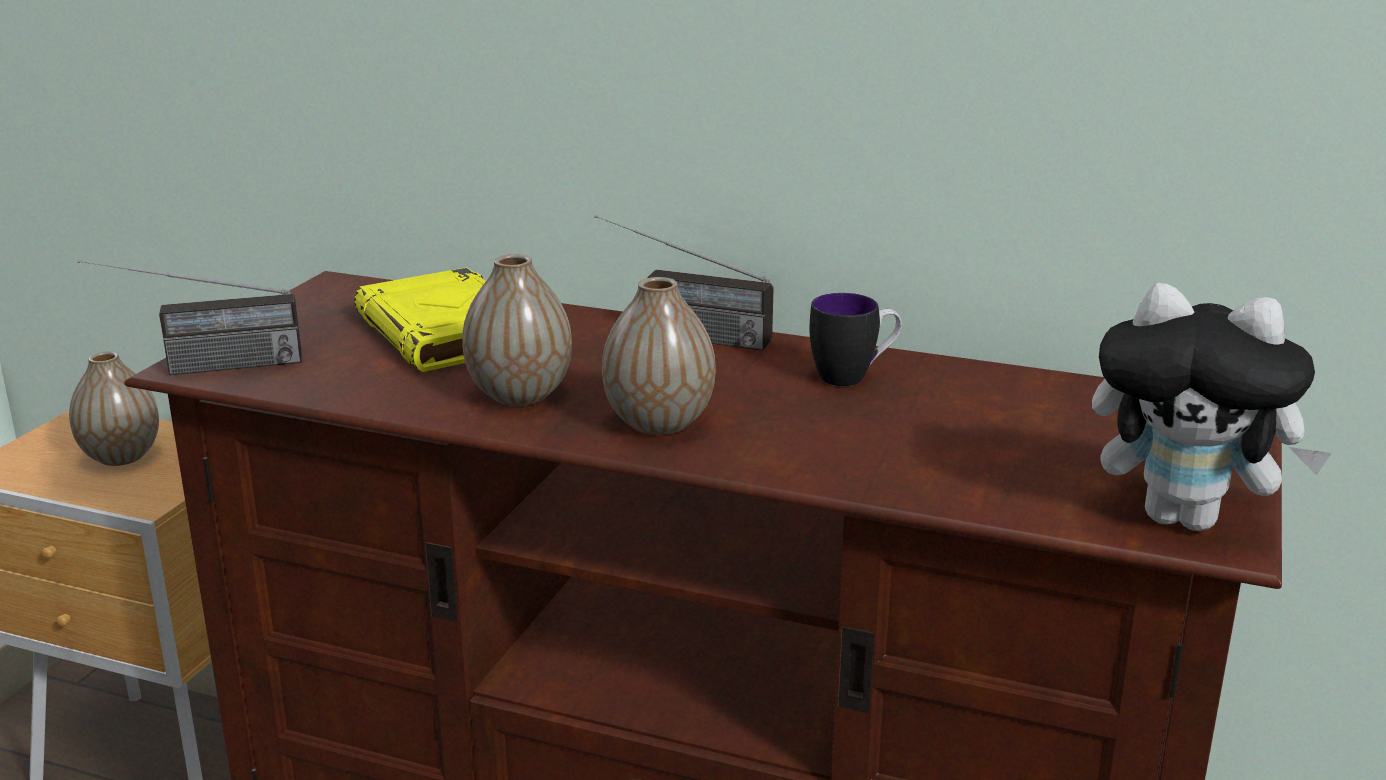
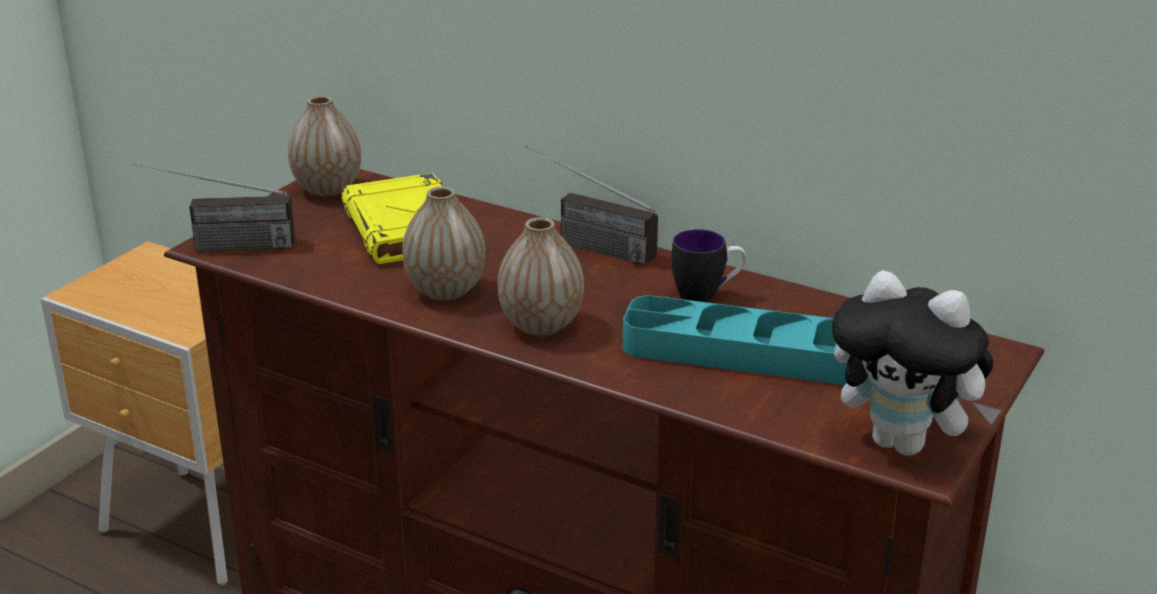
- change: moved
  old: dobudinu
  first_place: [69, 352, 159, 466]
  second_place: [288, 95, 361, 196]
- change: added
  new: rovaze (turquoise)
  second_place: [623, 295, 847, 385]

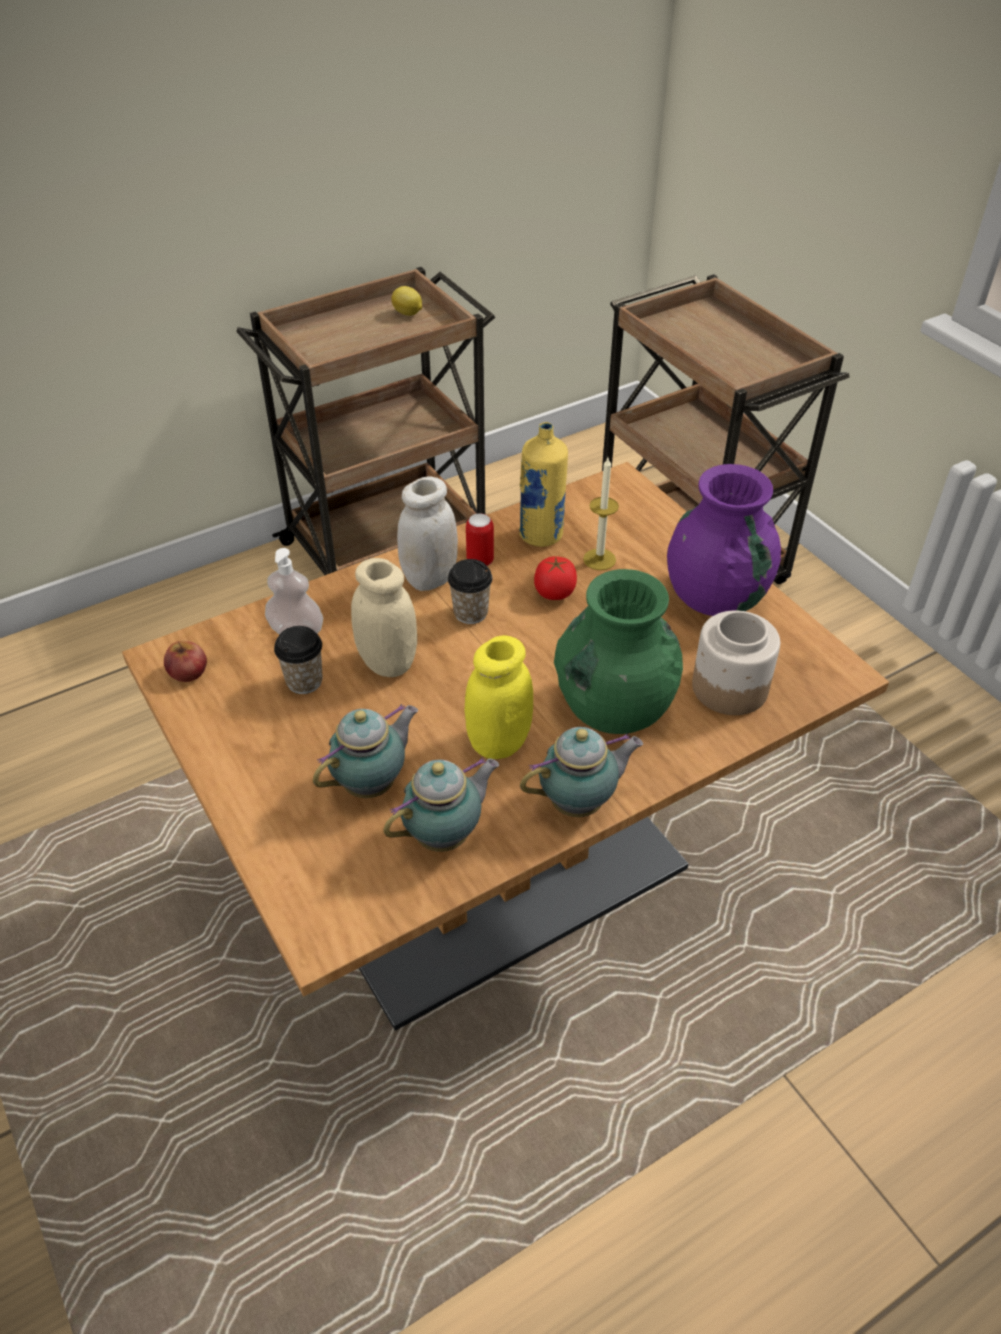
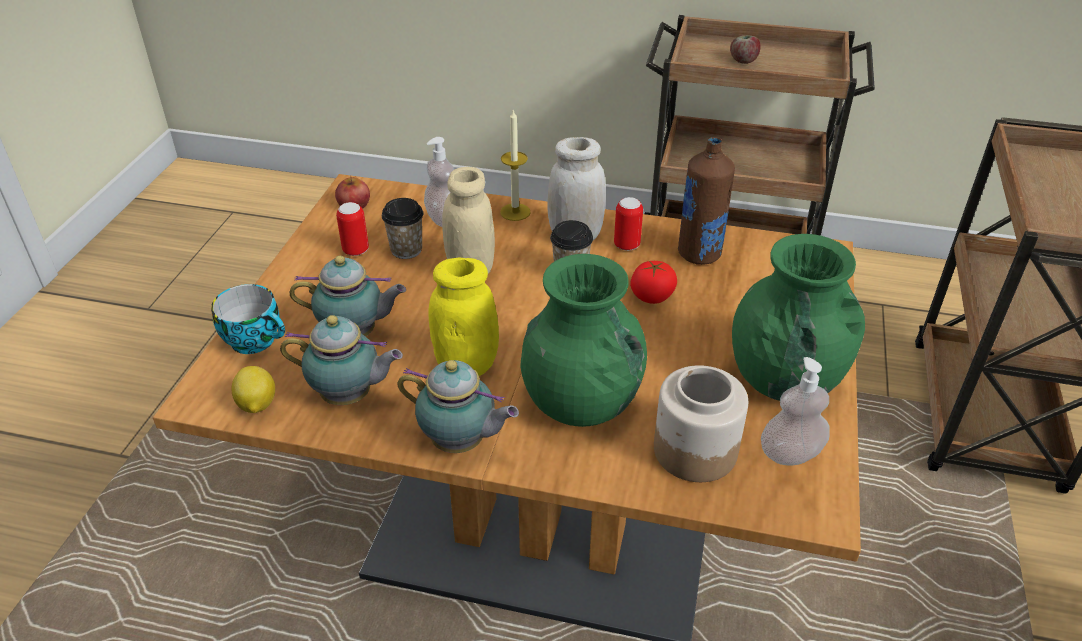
- change: added
  new: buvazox
  second_place: [211, 284, 285, 354]
- change: moved
  old: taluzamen
  first_place: [391, 286, 422, 316]
  second_place: [232, 366, 275, 413]
- change: added
  new: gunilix
  second_place: [336, 202, 369, 256]
- change: moved
  old: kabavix
  first_place: [583, 458, 619, 570]
  second_place: [500, 110, 531, 221]
- change: recoloured
  old: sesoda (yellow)
  new: sesoda (brown)
  first_place: [519, 422, 568, 547]
  second_place: [678, 137, 735, 265]
- change: added
  new: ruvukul
  second_place: [730, 35, 761, 64]
- change: recoloured
  old: dobudinu (purple)
  new: dobudinu (green)
  first_place: [667, 464, 781, 616]
  second_place: [732, 234, 865, 401]
- change: added
  new: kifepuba
  second_place: [761, 357, 830, 465]

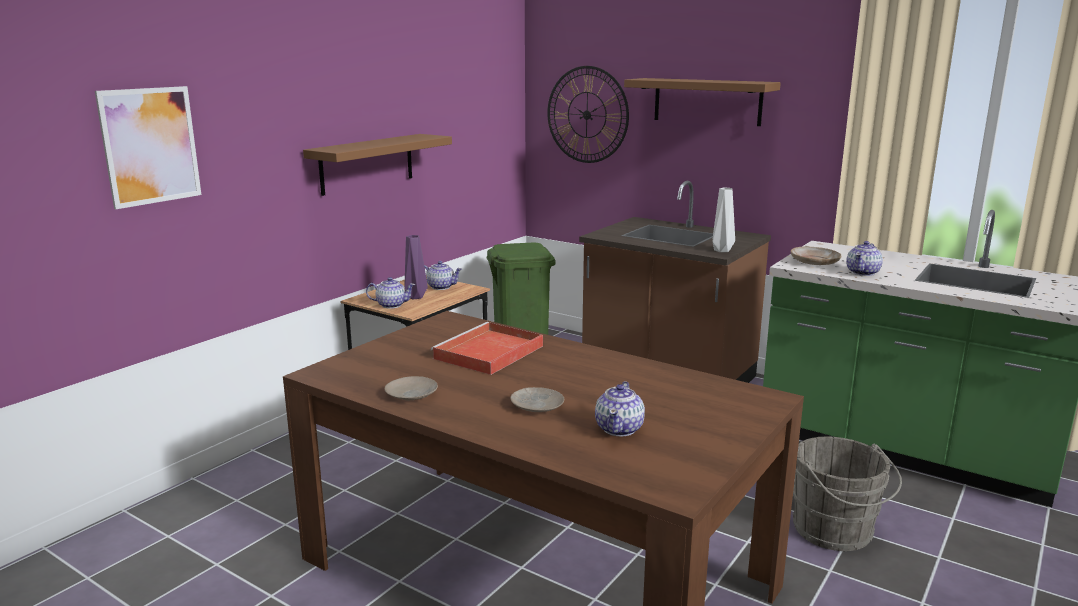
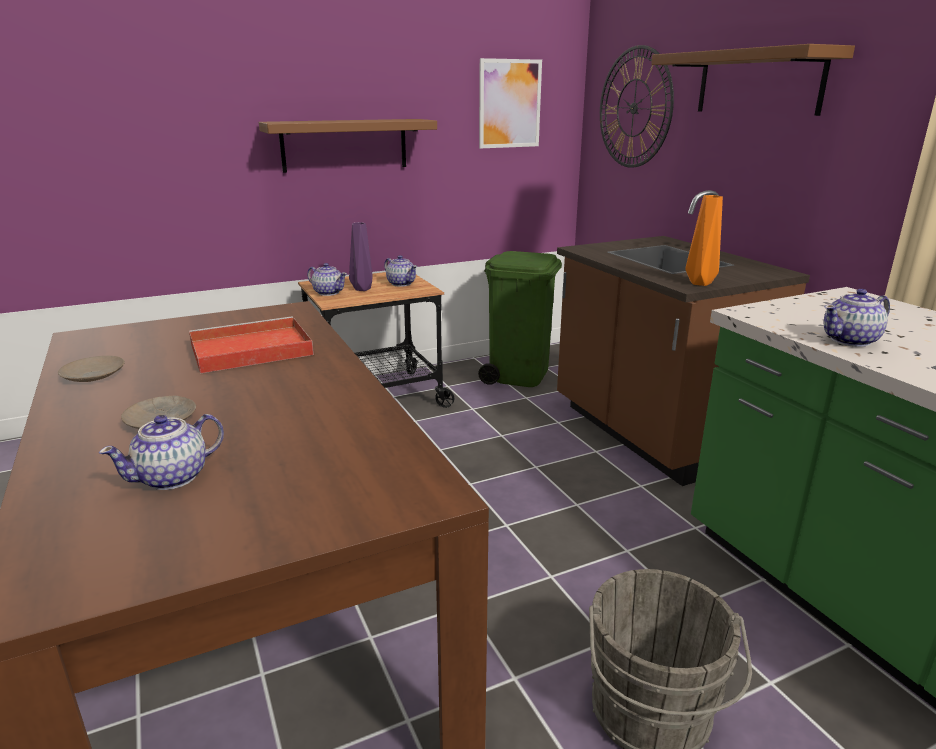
- change: moved
  old: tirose
  first_place: [95, 86, 201, 209]
  second_place: [479, 58, 542, 148]
- change: recoloured
  old: dobudinu (grey)
  new: dobudinu (orange)
  first_place: [713, 187, 735, 252]
  second_place: [685, 195, 723, 286]
- change: removed
  old: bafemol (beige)
  first_place: [791, 247, 841, 265]

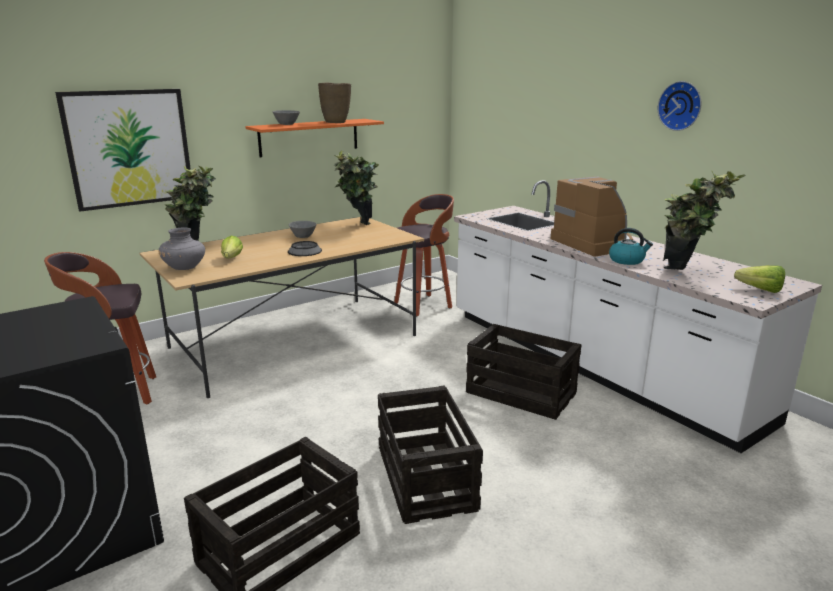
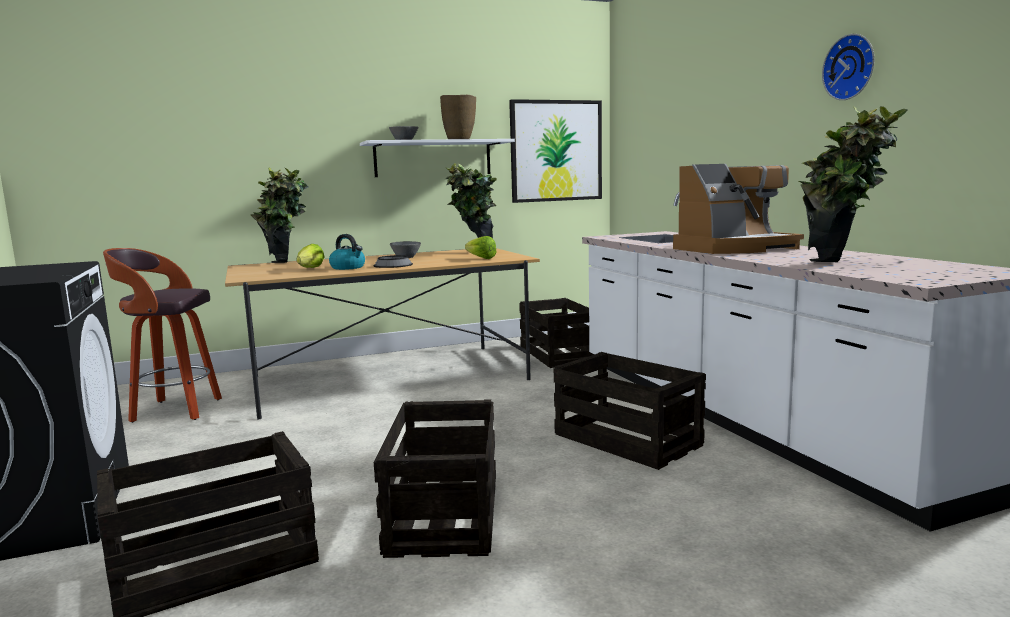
- change: moved
  old: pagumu
  first_place: [609, 228, 653, 265]
  second_place: [329, 234, 365, 270]
- change: recoloured
  old: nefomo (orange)
  new: nefomo (white)
  first_place: [245, 119, 384, 157]
  second_place: [360, 139, 515, 177]
- change: moved
  old: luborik
  first_place: [734, 265, 785, 293]
  second_place: [465, 236, 497, 259]
- change: moved
  old: tirose
  first_place: [55, 89, 191, 212]
  second_place: [509, 99, 602, 203]
- change: replaced
  old: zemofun
  new: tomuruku
  first_place: [394, 194, 454, 317]
  second_place: [519, 298, 594, 368]
- change: turned
  old: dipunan
  first_place: [551, 176, 633, 257]
  second_place: [673, 164, 804, 254]
  degrees: 75
- change: removed
  old: dobudinu (grey)
  first_place: [158, 228, 205, 270]

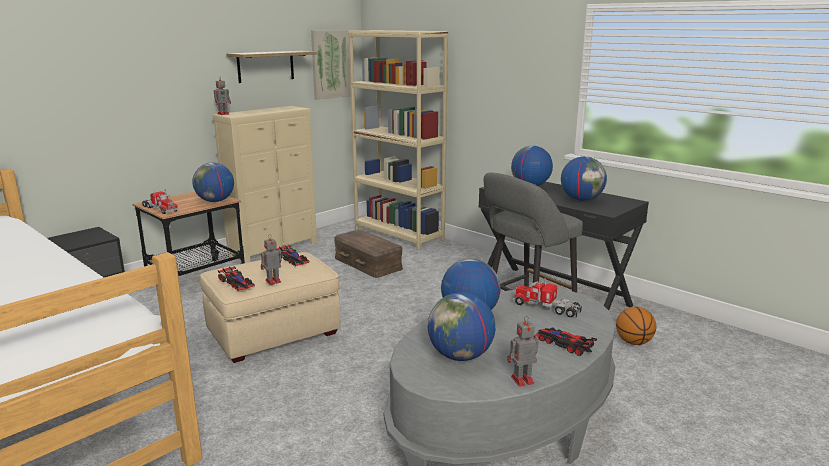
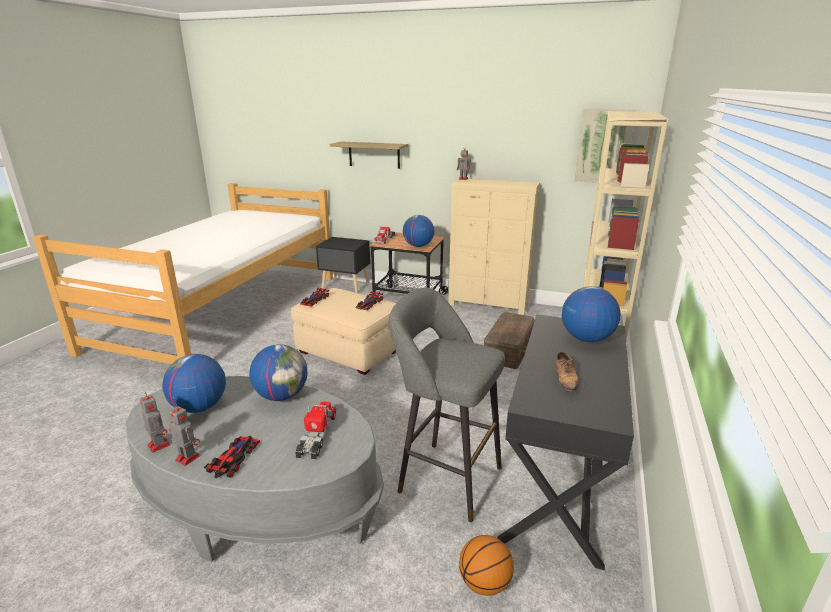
- change: moved
  old: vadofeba
  first_place: [261, 234, 282, 285]
  second_place: [168, 404, 200, 466]
- change: moved
  old: nefomo
  first_place: [226, 51, 317, 83]
  second_place: [330, 141, 408, 169]
- change: replaced
  old: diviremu
  new: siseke
  first_place: [561, 156, 607, 201]
  second_place: [555, 352, 578, 392]

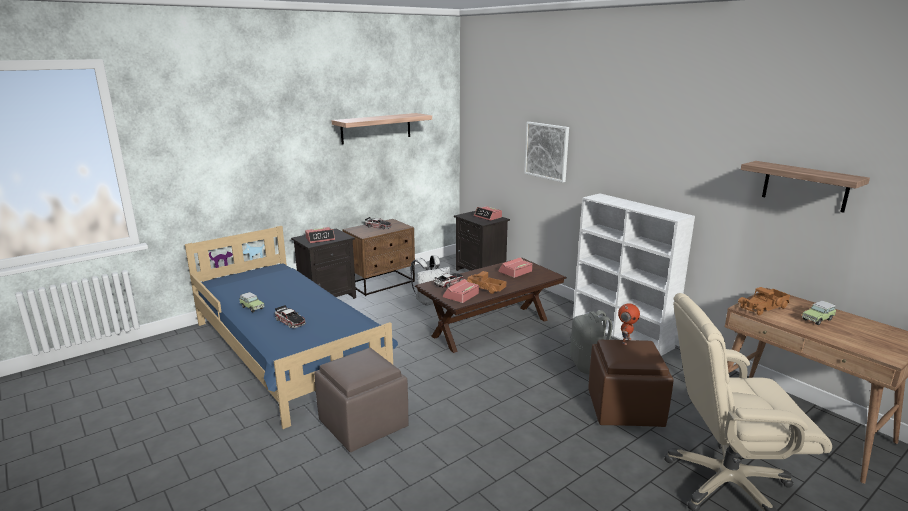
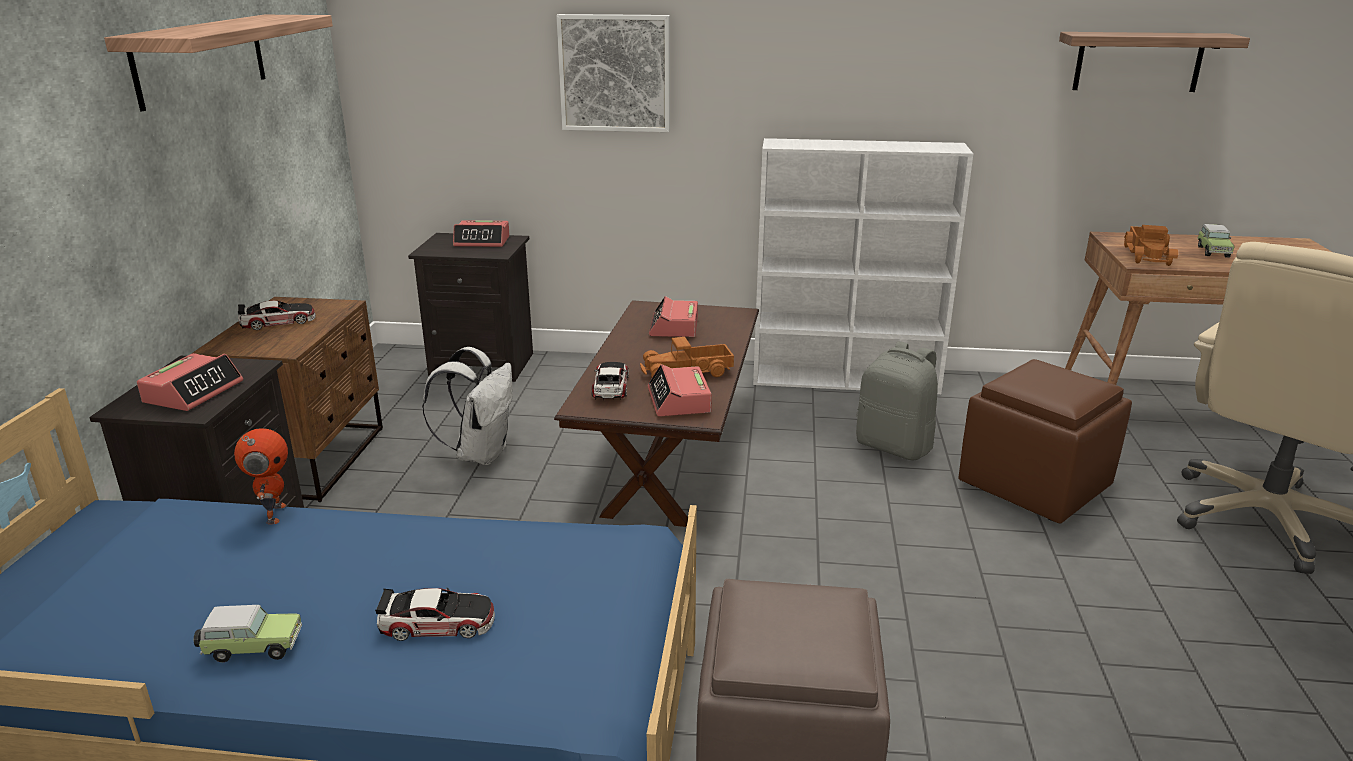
- change: moved
  old: vadofeba
  first_place: [618, 303, 640, 345]
  second_place: [234, 428, 288, 525]

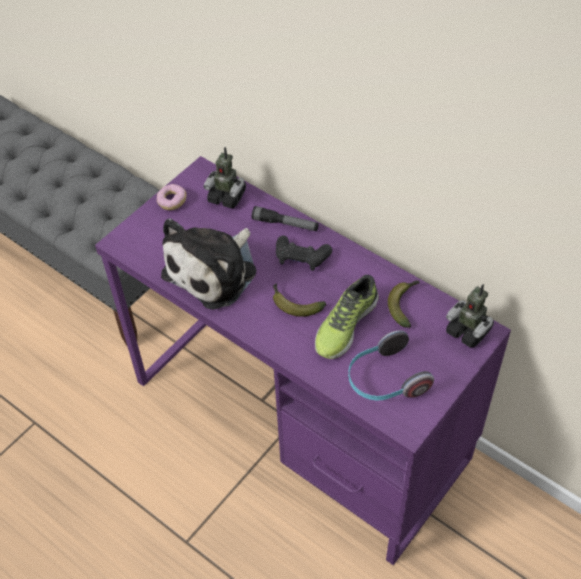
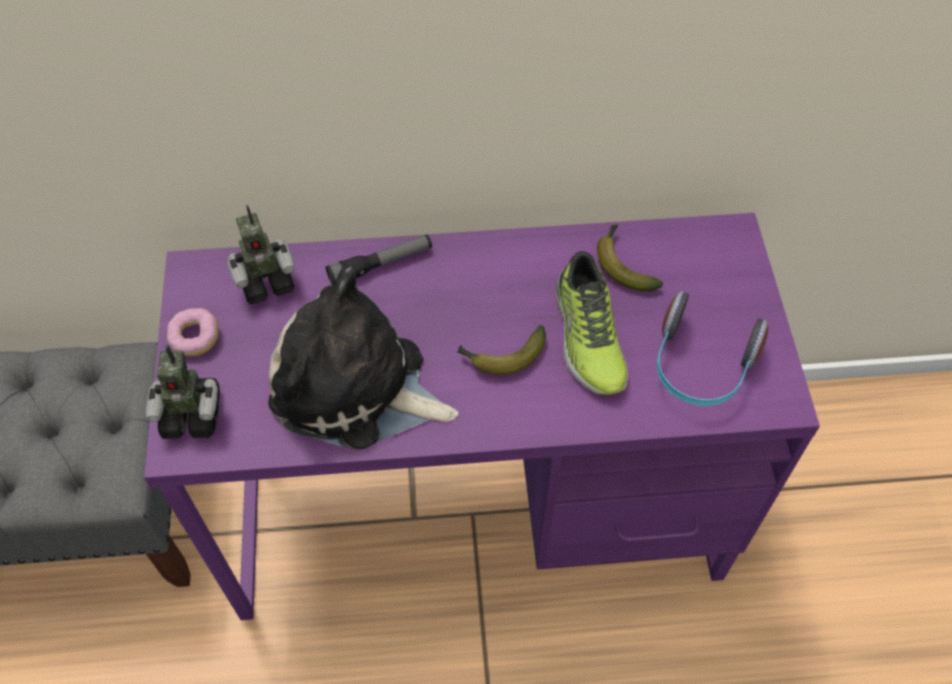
- change: moved
  old: vadofeba
  first_place: [446, 284, 494, 348]
  second_place: [146, 345, 220, 439]
- change: turned
  old: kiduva
  first_place: [161, 218, 256, 310]
  second_place: [268, 266, 458, 450]
  degrees: 120
- change: removed
  old: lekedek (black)
  first_place: [276, 235, 332, 271]

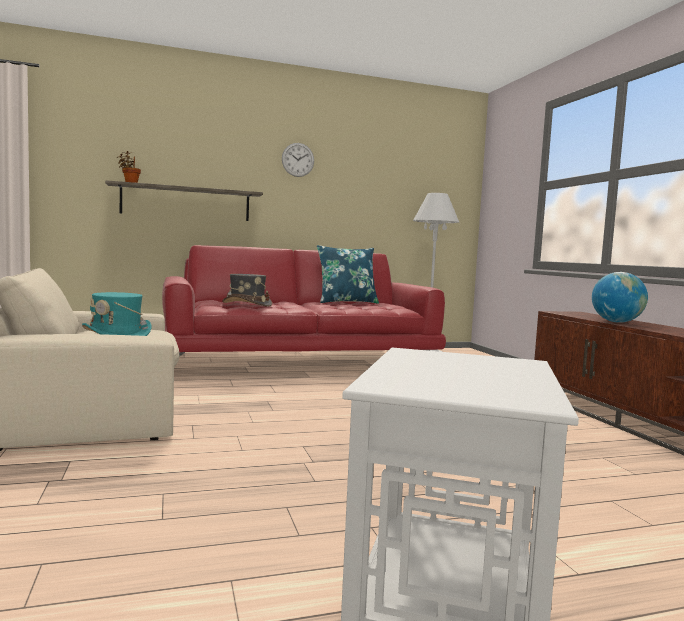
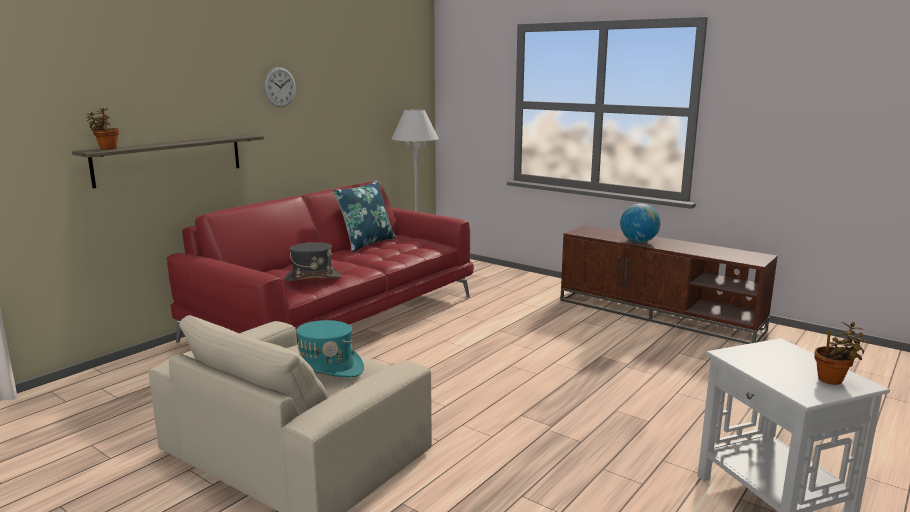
- change: added
  new: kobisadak
  second_place: [814, 322, 870, 385]

